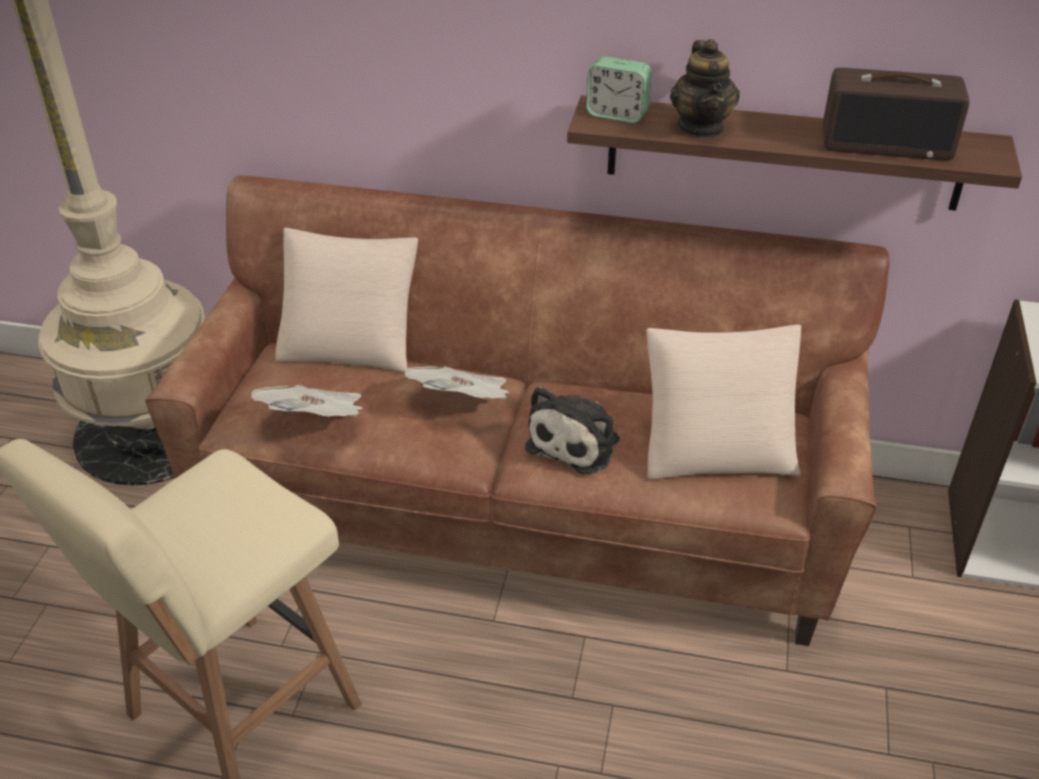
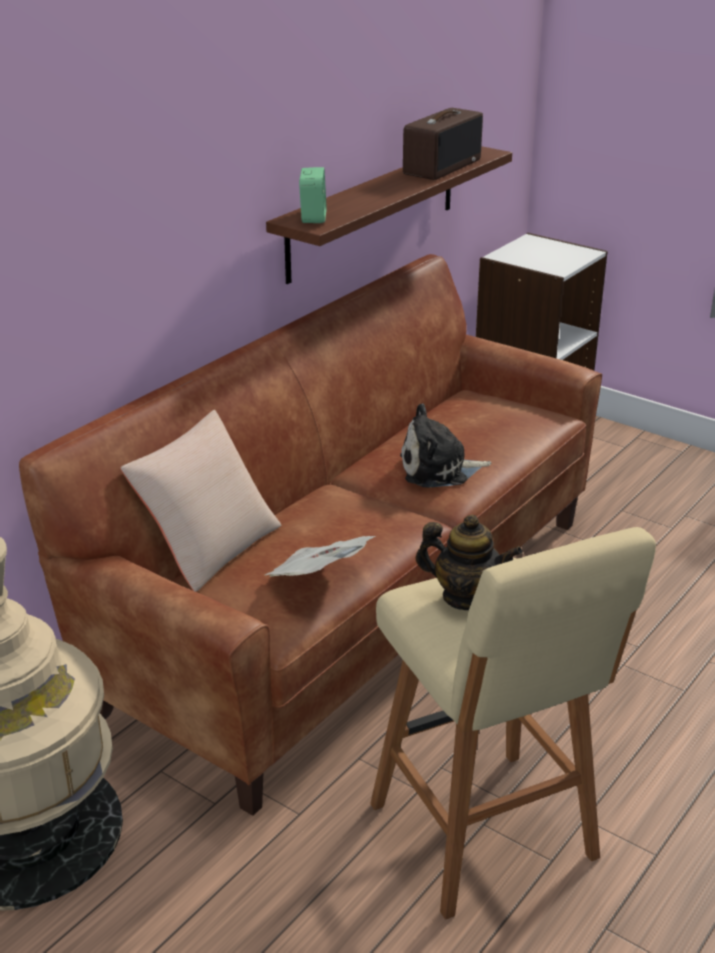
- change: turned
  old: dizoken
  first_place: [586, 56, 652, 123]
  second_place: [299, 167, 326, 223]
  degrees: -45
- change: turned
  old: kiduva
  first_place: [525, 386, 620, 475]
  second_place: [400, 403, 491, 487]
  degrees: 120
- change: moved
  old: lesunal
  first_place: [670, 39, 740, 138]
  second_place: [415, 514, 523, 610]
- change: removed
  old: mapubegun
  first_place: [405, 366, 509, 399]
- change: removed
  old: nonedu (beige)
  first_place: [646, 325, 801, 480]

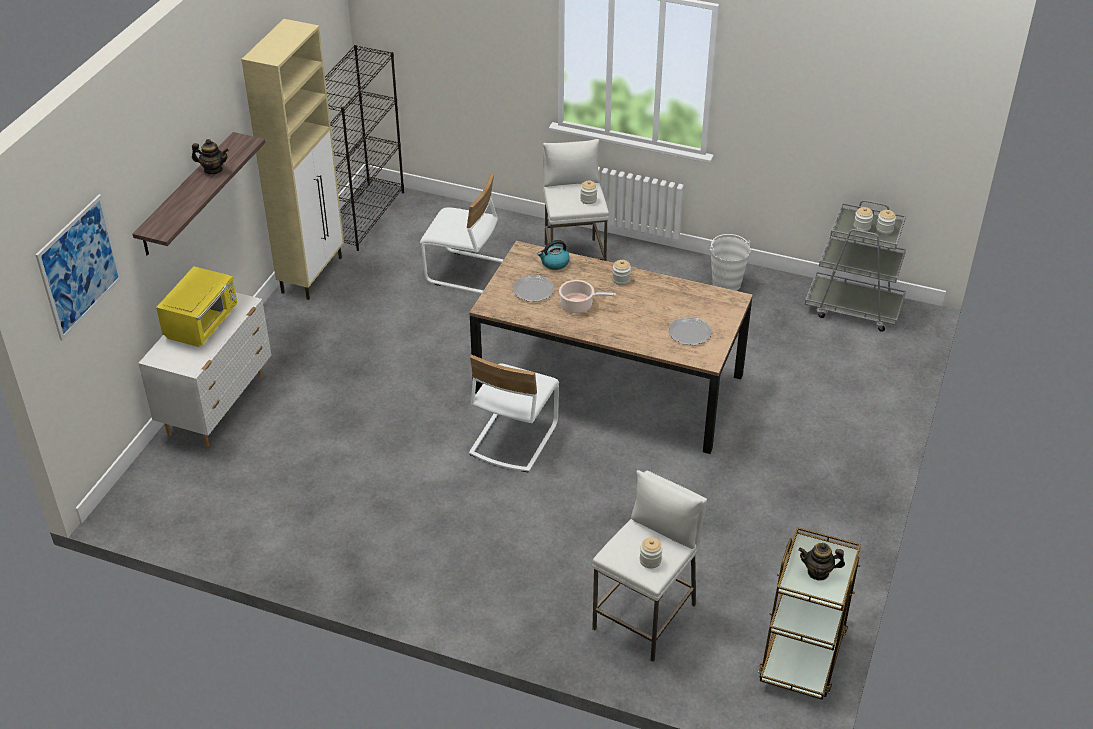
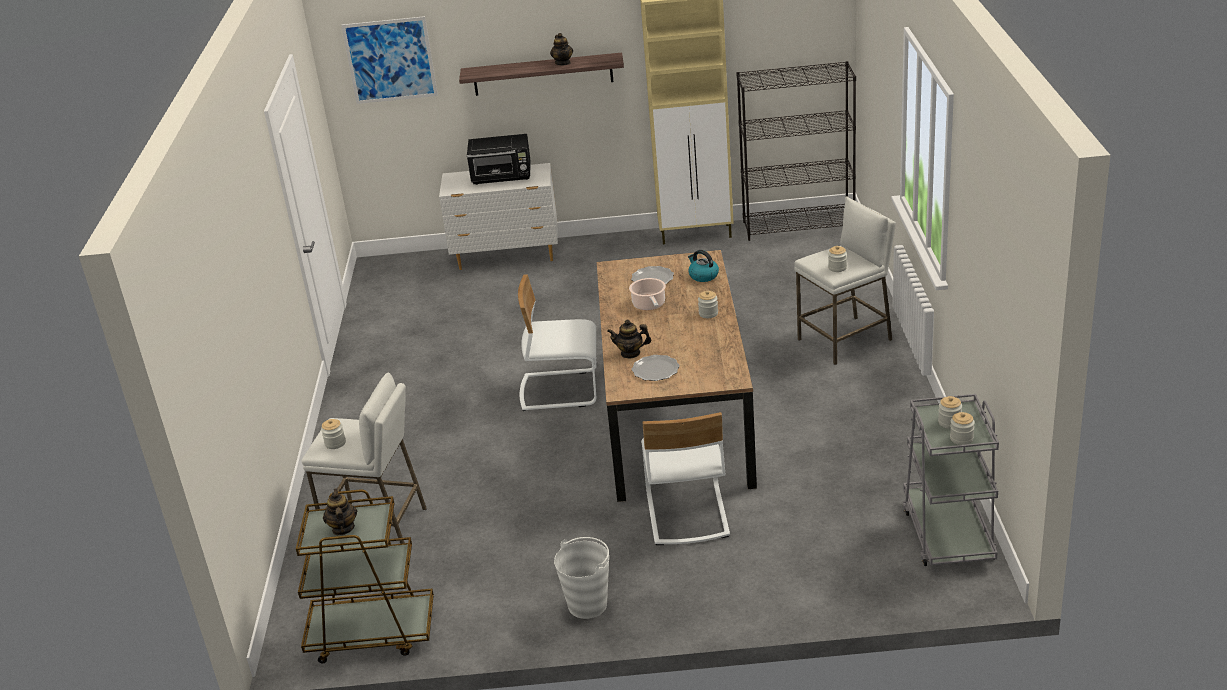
- change: recoloured
  old: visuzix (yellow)
  new: visuzix (black)
  first_place: [156, 266, 237, 347]
  second_place: [467, 134, 531, 185]
- change: moved
  old: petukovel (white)
  first_place: [710, 234, 750, 291]
  second_place: [554, 537, 609, 619]
- change: added
  new: lesunal
  second_place: [607, 320, 651, 359]
- change: moved
  old: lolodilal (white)
  first_place: [420, 174, 504, 294]
  second_place: [641, 412, 730, 545]

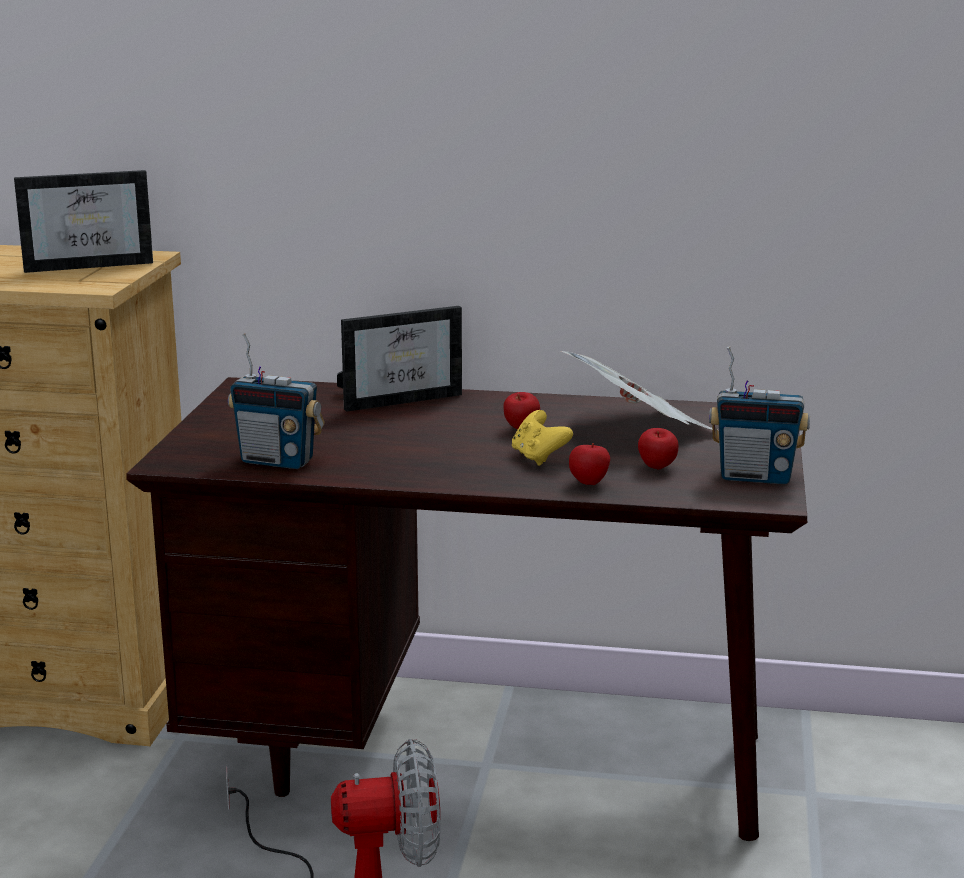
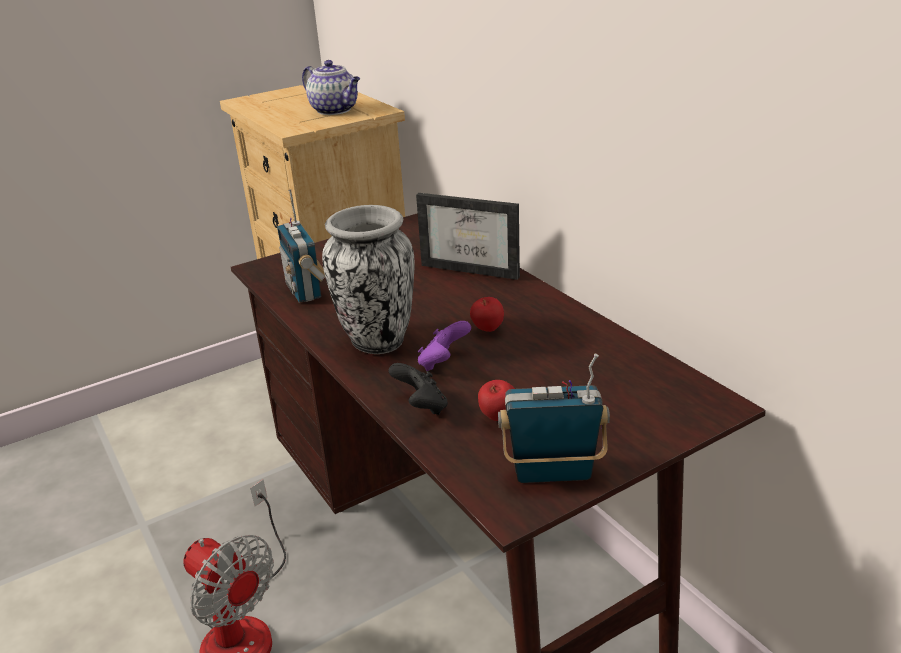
- change: replaced
  old: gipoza
  new: lesunal
  first_place: [14, 170, 153, 273]
  second_place: [302, 60, 360, 115]
- change: added
  new: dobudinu
  second_place: [322, 205, 414, 354]
- change: replaced
  old: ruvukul
  new: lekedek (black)
  first_place: [569, 443, 610, 485]
  second_place: [388, 363, 448, 415]
- change: recoloured
  old: lekedek (yellow)
  new: lekedek (purple)
  first_place: [512, 410, 573, 466]
  second_place: [418, 321, 471, 371]
- change: turned
  old: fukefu
  first_place: [709, 347, 810, 484]
  second_place: [498, 353, 610, 483]
  degrees: 120
- change: removed
  old: mapubegun
  first_place: [561, 351, 719, 431]

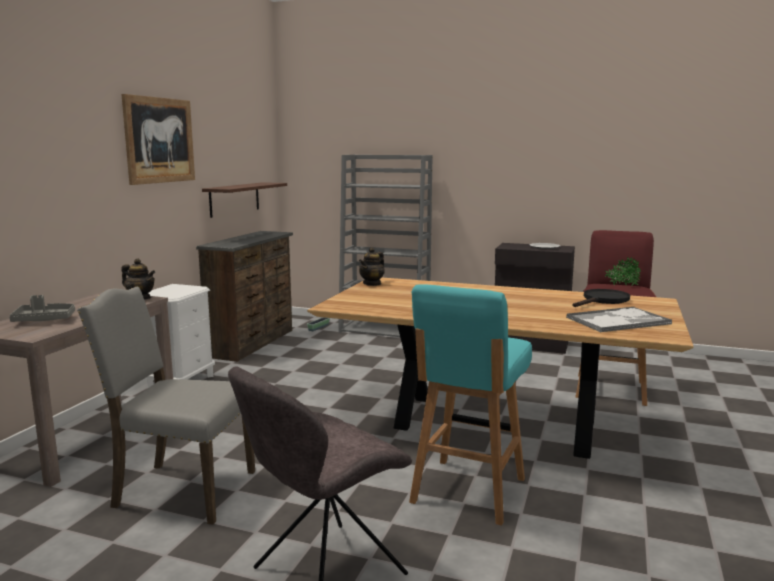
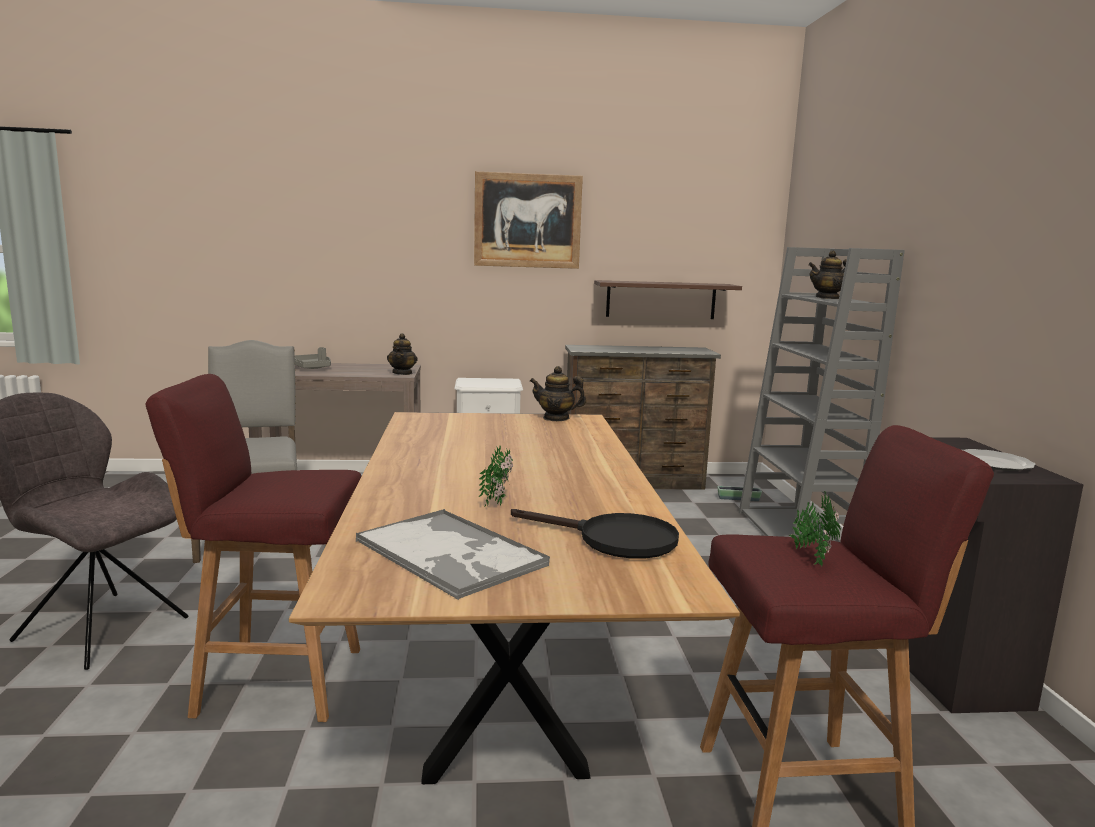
- change: recoloured
  old: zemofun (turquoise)
  new: zemofun (red)
  first_place: [409, 284, 532, 526]
  second_place: [146, 374, 361, 722]
- change: added
  new: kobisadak
  second_place: [479, 446, 513, 507]
- change: added
  new: lesunal
  second_place: [808, 251, 847, 299]

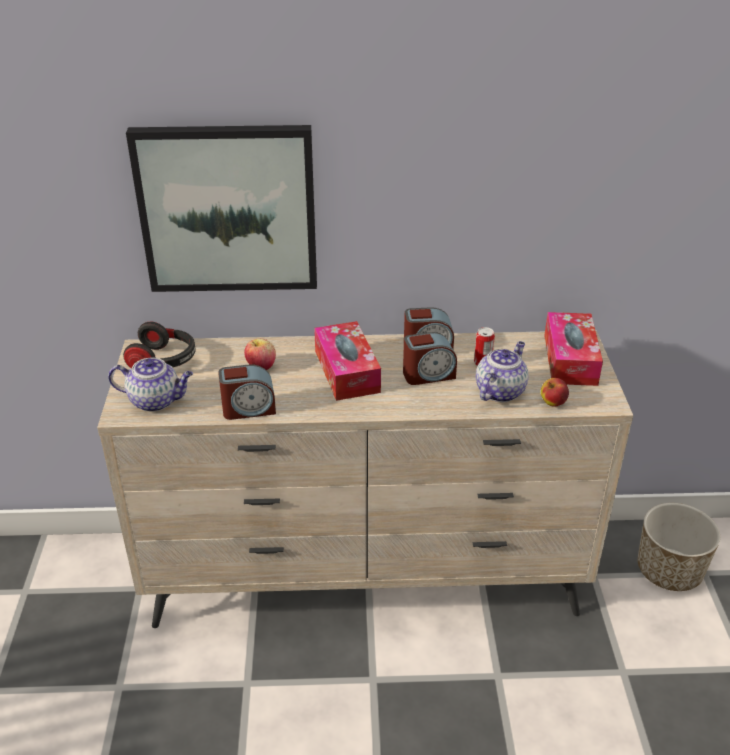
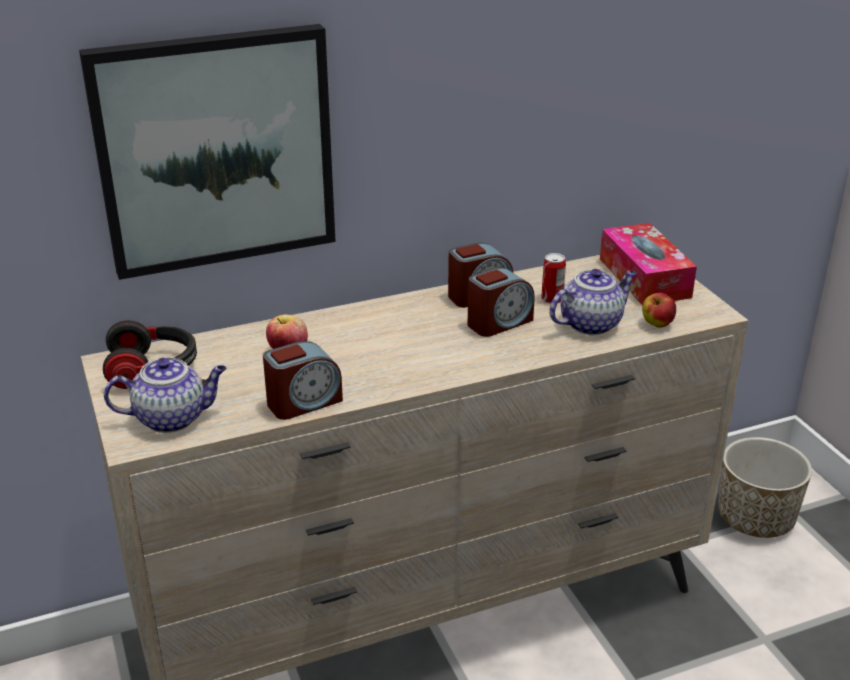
- change: turned
  old: lesunal
  first_place: [476, 341, 528, 402]
  second_place: [549, 269, 637, 335]
  degrees: 45
- change: removed
  old: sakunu
  first_place: [314, 321, 381, 401]

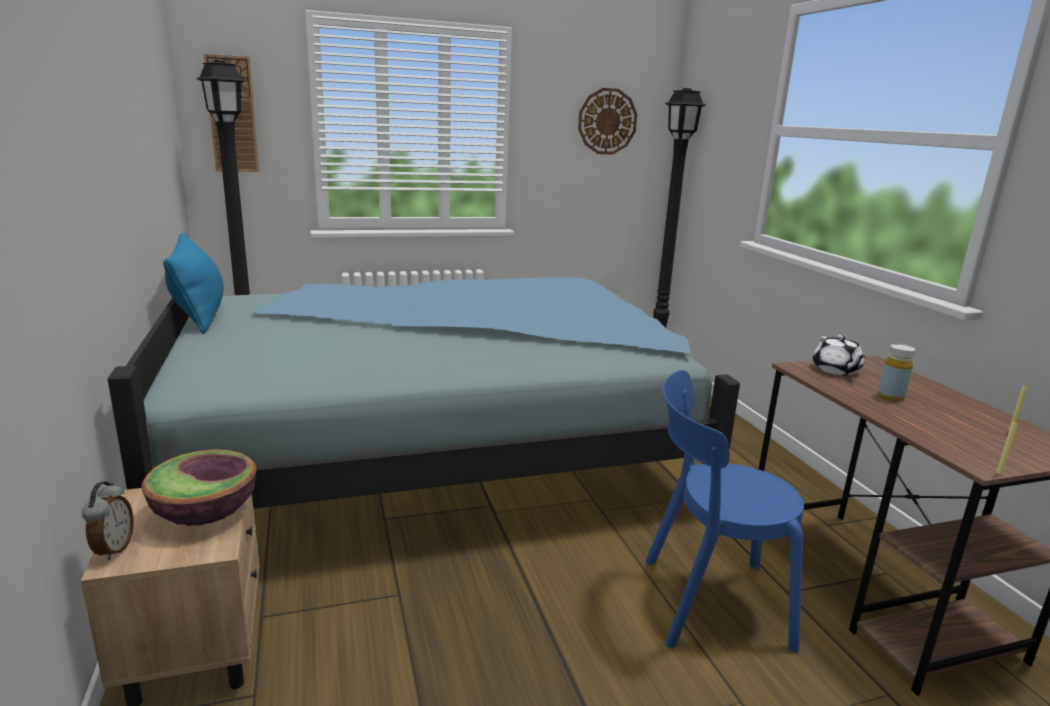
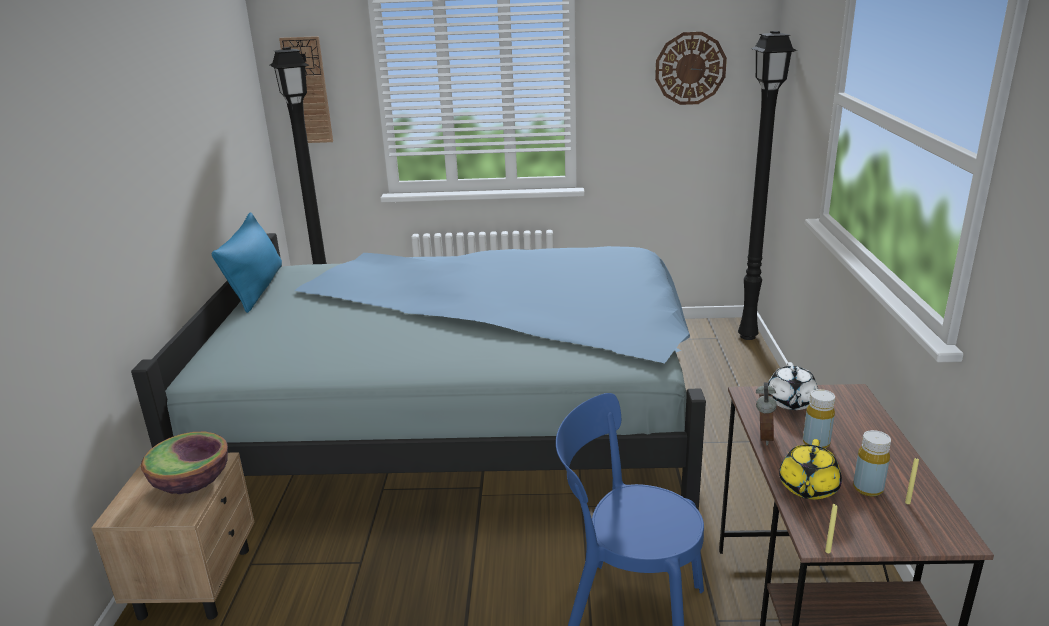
- change: moved
  old: dizoken
  first_place: [82, 482, 134, 560]
  second_place: [756, 382, 777, 446]
- change: added
  new: lesunal (yellow)
  second_place: [779, 439, 842, 500]
- change: added
  new: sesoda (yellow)
  second_place: [853, 430, 891, 496]

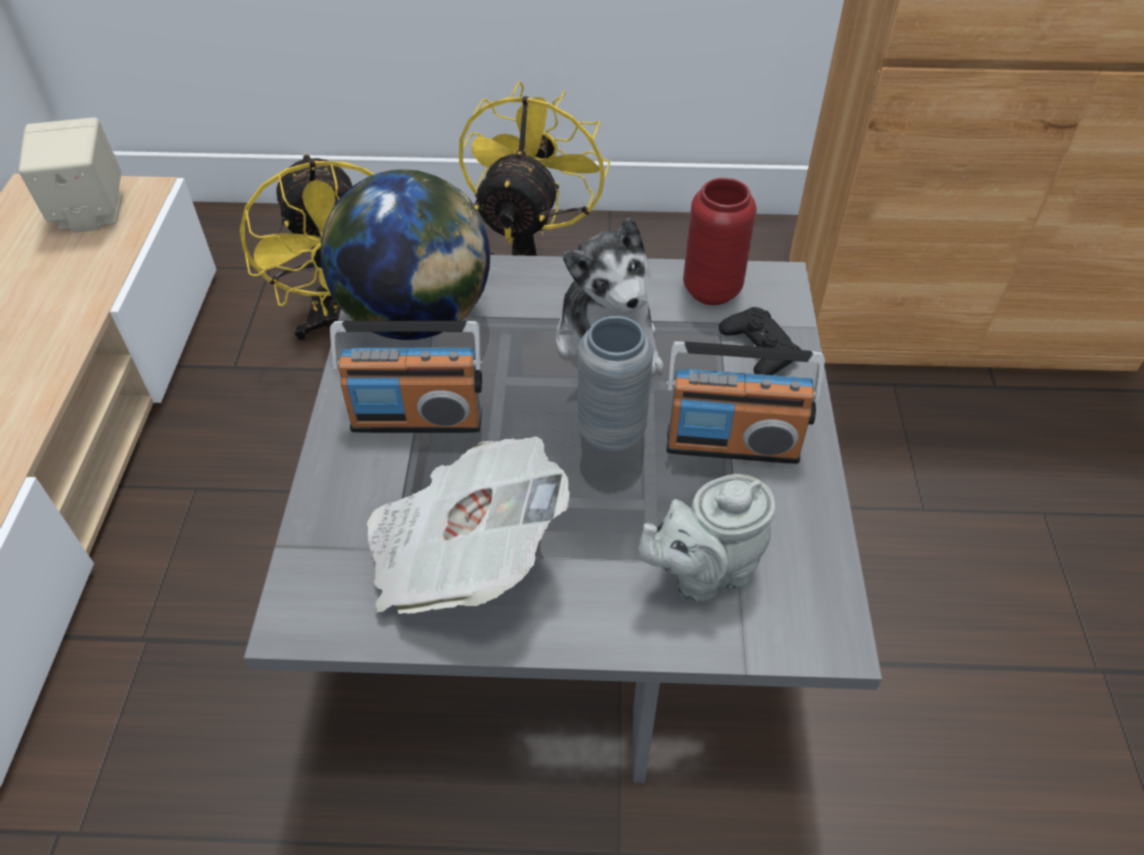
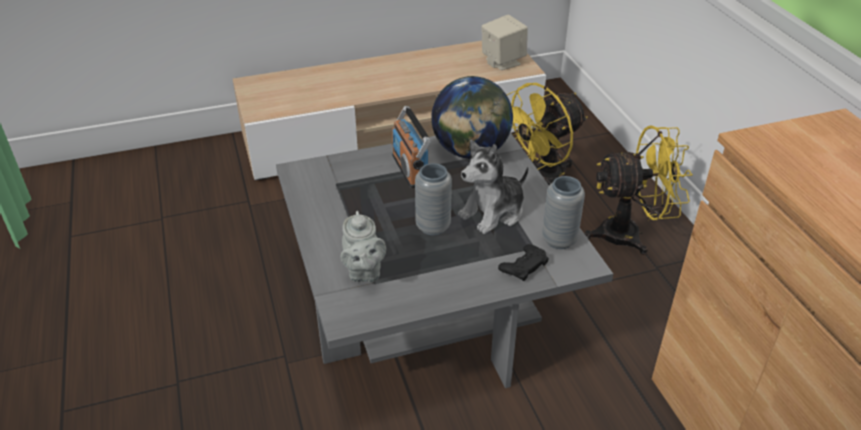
- change: turned
  old: lesunal (grey)
  first_place: [639, 474, 776, 603]
  second_place: [340, 211, 386, 282]
  degrees: -150
- change: recoloured
  old: dobudinu (red)
  new: dobudinu (grey)
  first_place: [683, 178, 757, 305]
  second_place: [542, 176, 585, 249]
- change: removed
  old: mapubegun
  first_place: [367, 437, 570, 614]
- change: removed
  old: fukefu
  first_place: [666, 341, 825, 464]

